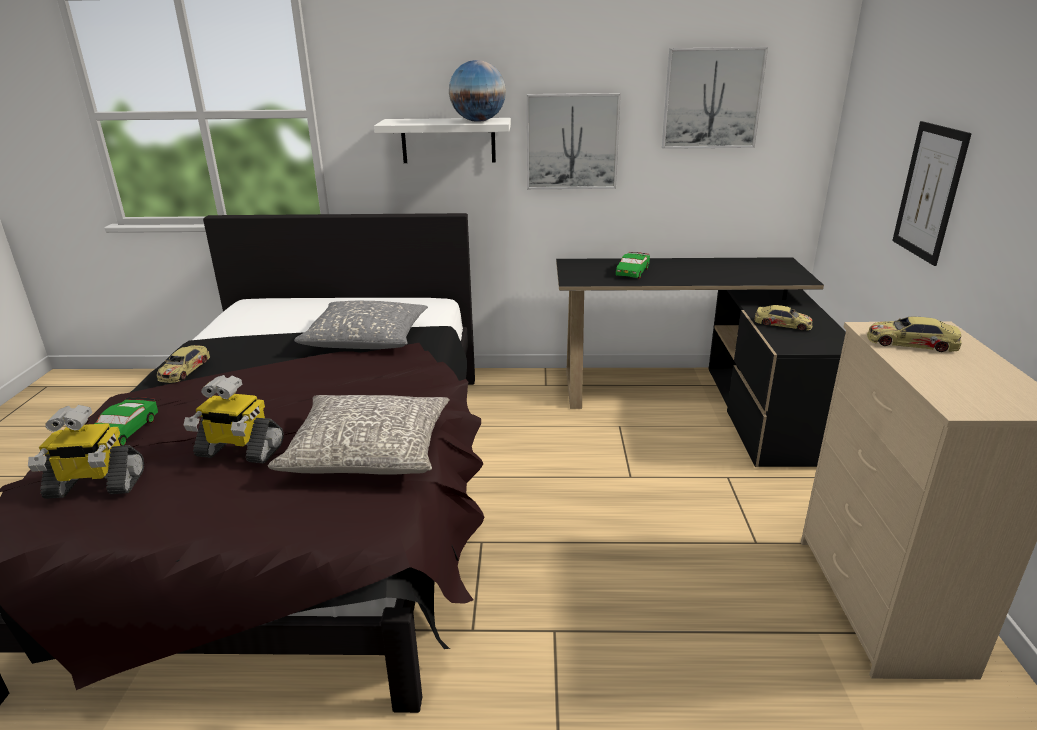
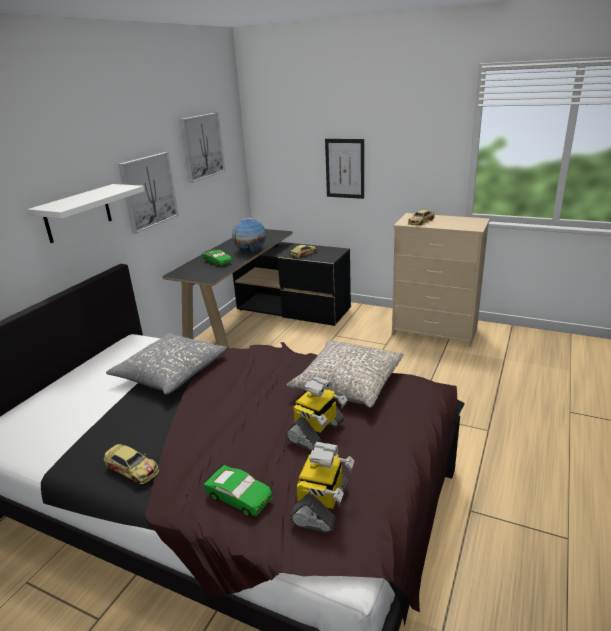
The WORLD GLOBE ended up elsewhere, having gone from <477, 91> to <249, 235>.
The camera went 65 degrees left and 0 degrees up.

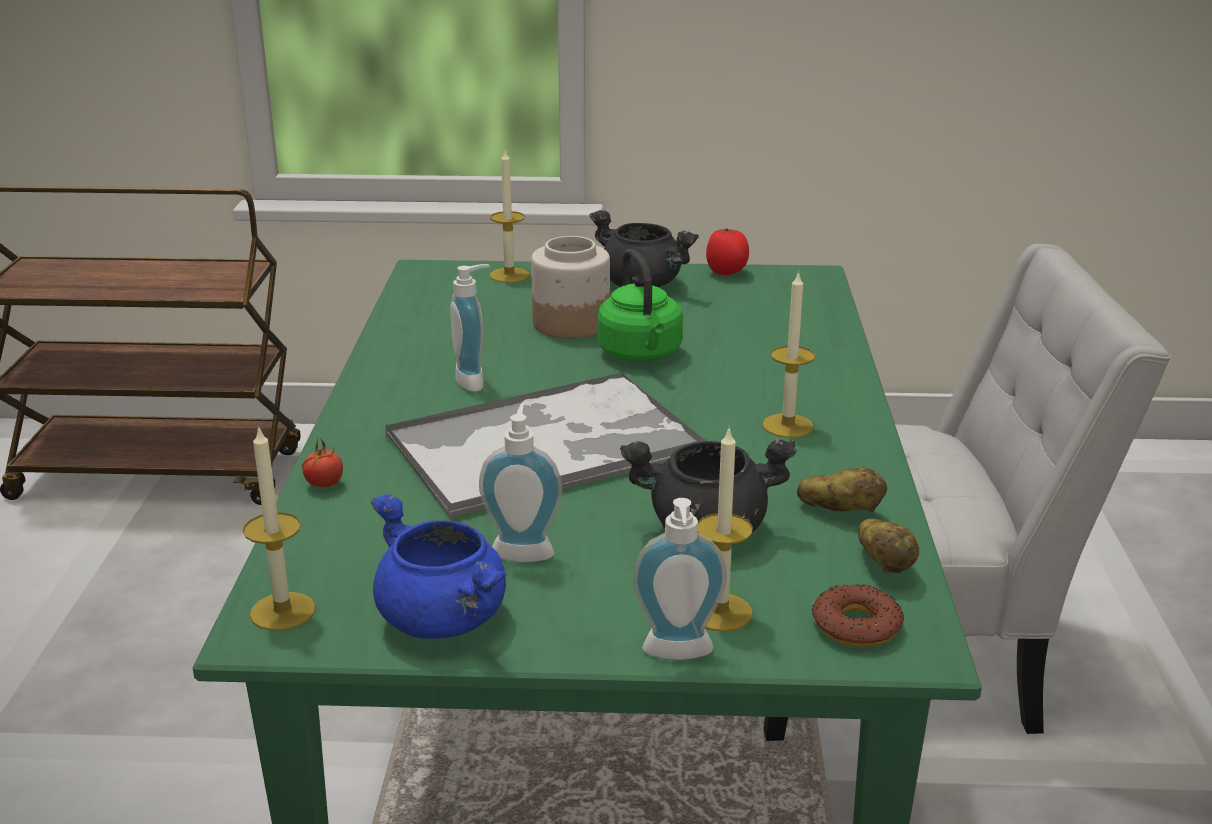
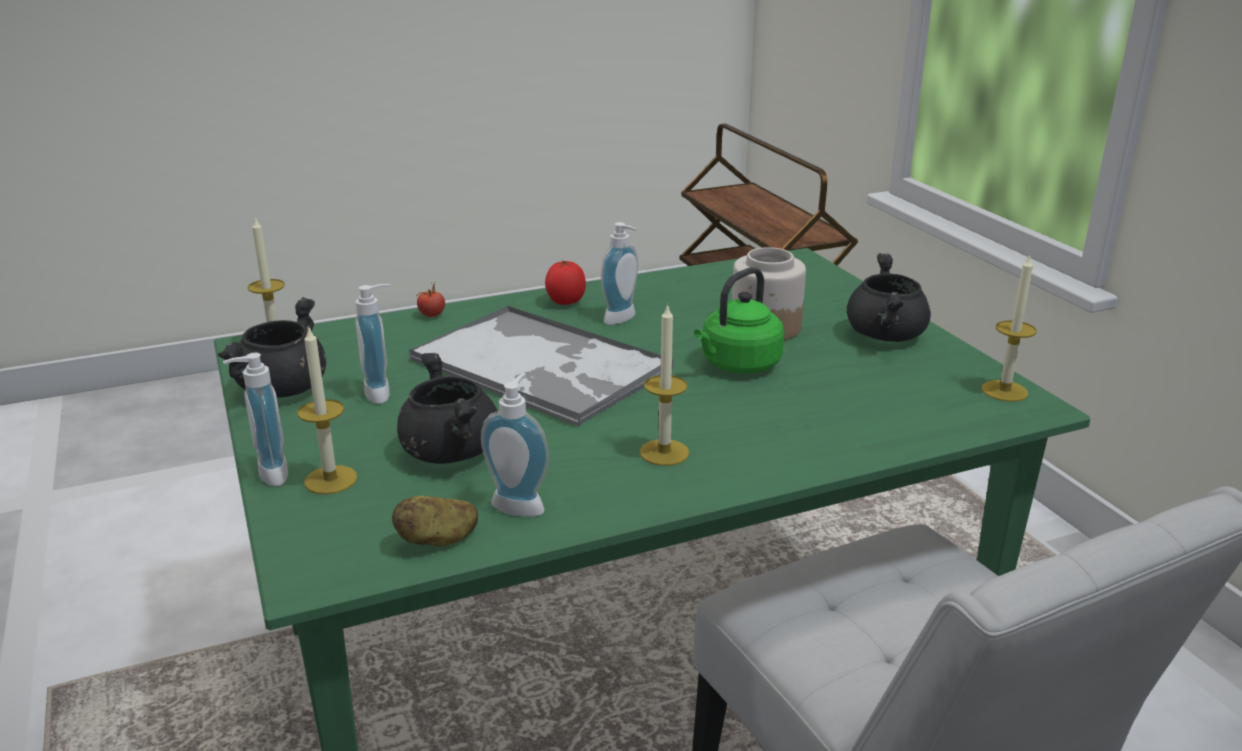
The second view lost the RING DOUGHNUT at <858, 615>.
The WAX CANDLE ended up elsewhere, having gone from <509, 216> to <1009, 328>.
The WHOLE TOMATO ended up elsewhere, having gone from <727, 251> to <565, 282>.
Where the SPUD stood at <842, 489>, the LIQUID SOAP BOTTLE came to stand at <515, 445>.
What was the BLUE COOKING POT at <438, 566> turned into the BLACK-COLOURED COOKING POT at <272, 347>.
The camera went 65 degrees right and 0 degrees up.

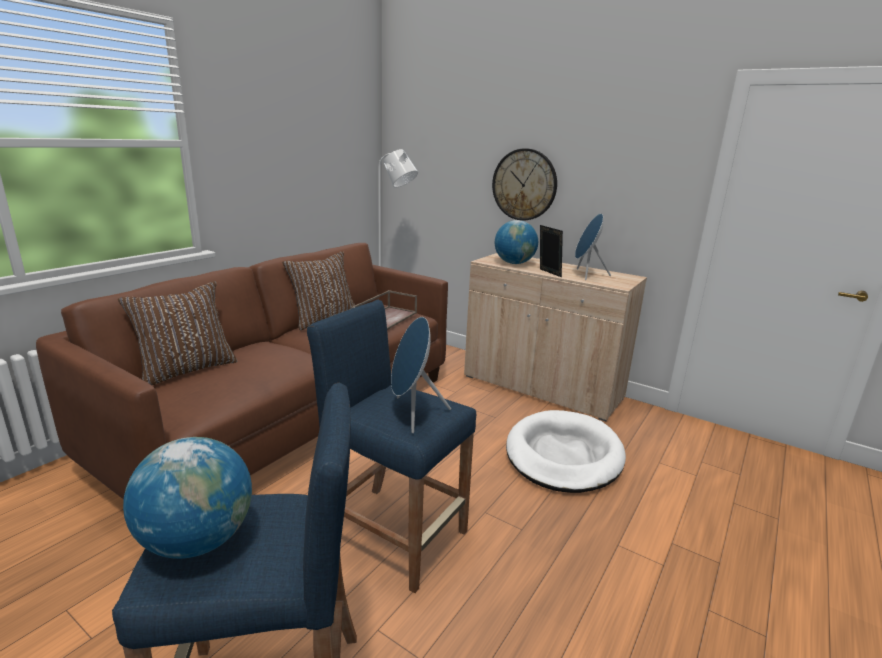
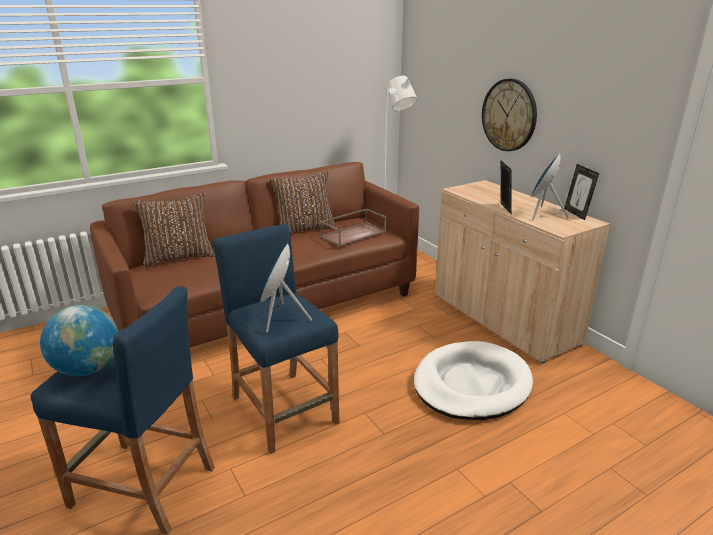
The second view lost the WORLD GLOBE at <516, 242>.
The second view gained the PHOTO FRAME at <581, 192>.
The camera went 25 degrees right and 5 degrees up.

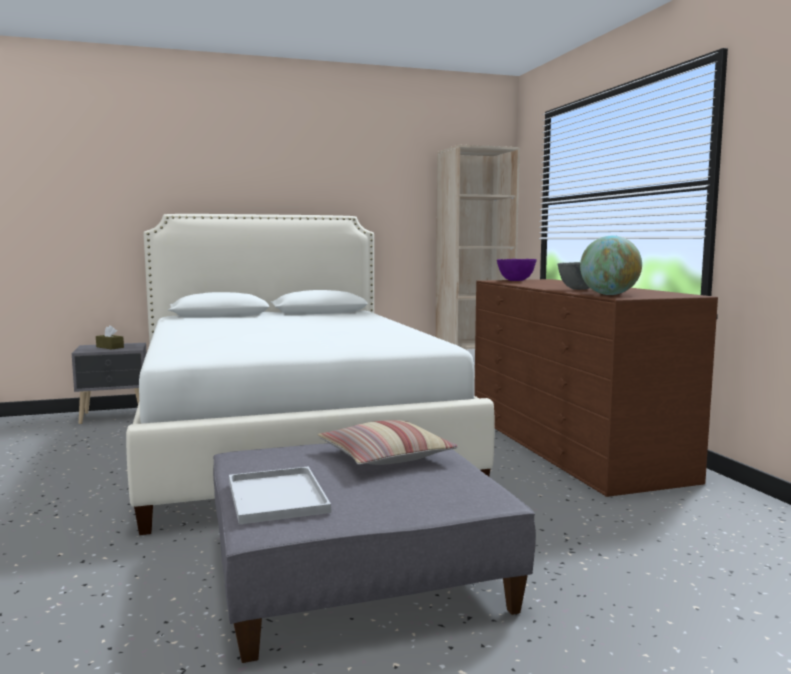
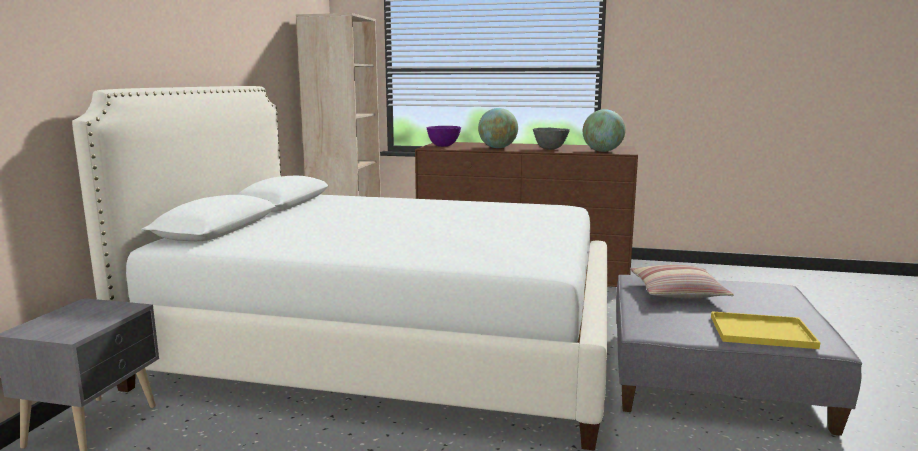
The second view lost the BROWN BOX OF TISSUES at <110, 337>.
The second view gained the WORLD GLOBE at <498, 128>.
What was the WHITISH CARRYING TRAY at <280, 495> turned into the YELLOWISH CARRYING TRAY at <765, 330>.
The camera went 60 degrees left and 5 degrees up.

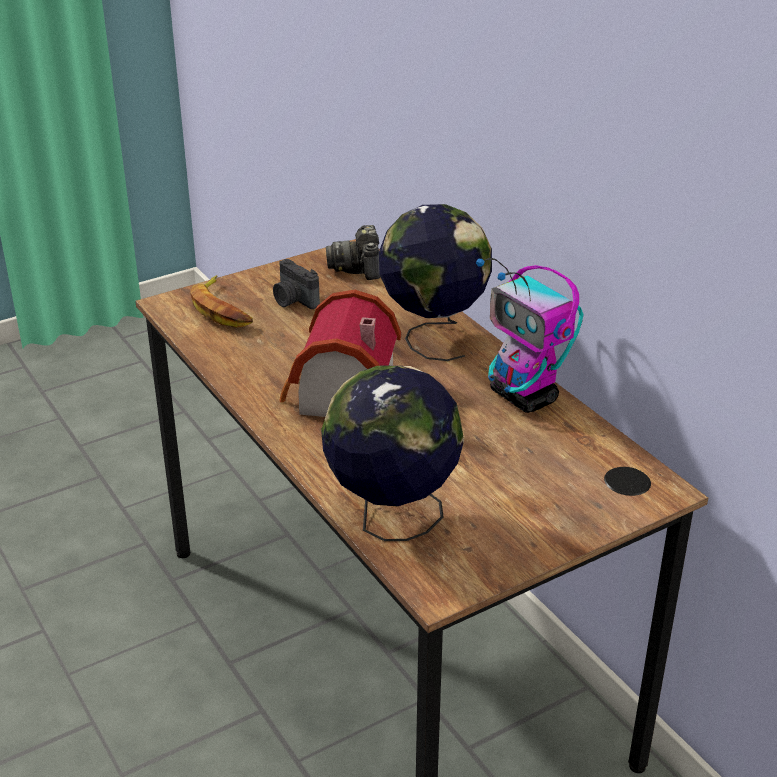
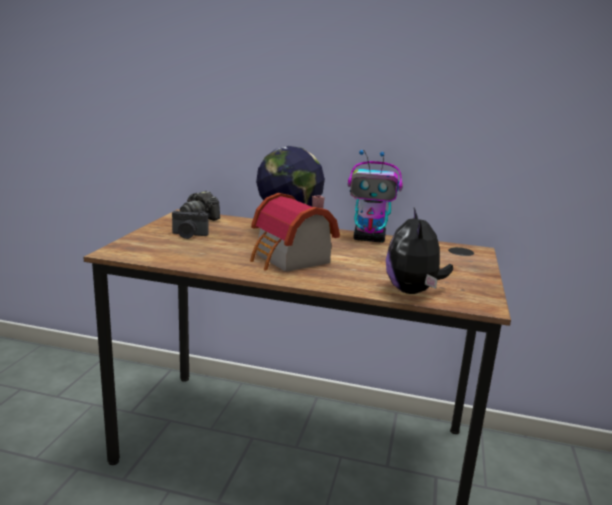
The second view lost the BANANA at <221, 301>.
Where the WORLD GLOBE stood at <392, 453>, the CUDDLY TOY came to stand at <419, 251>.
The camera went 45 degrees left and 15 degrees down.

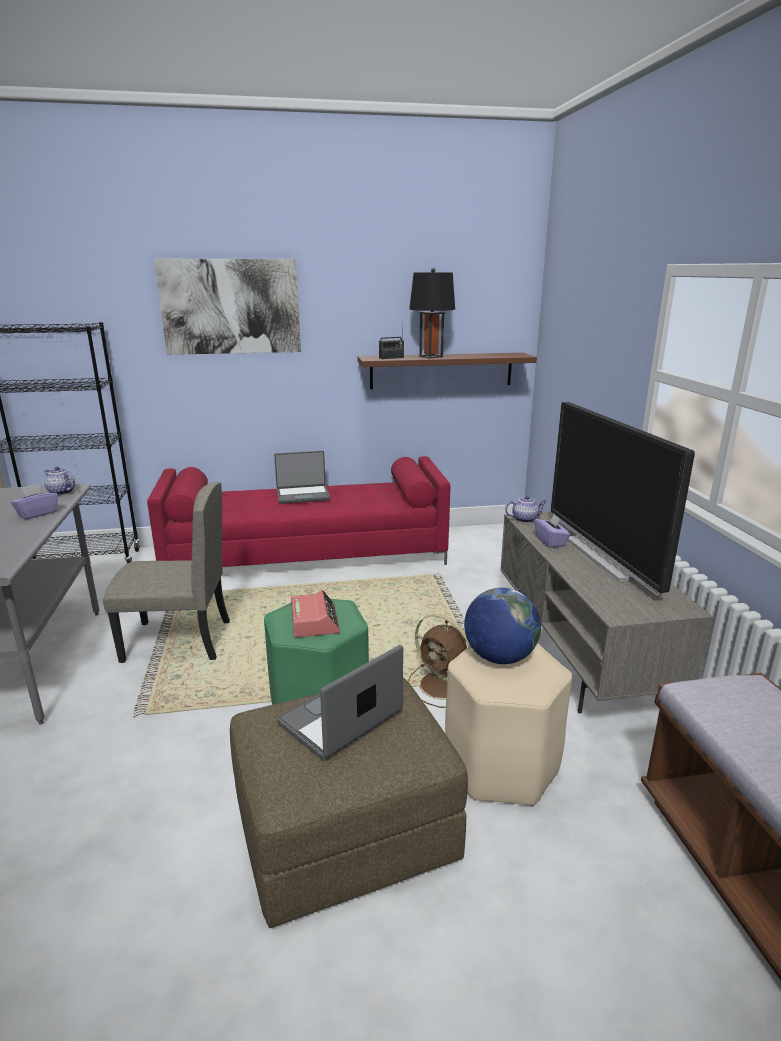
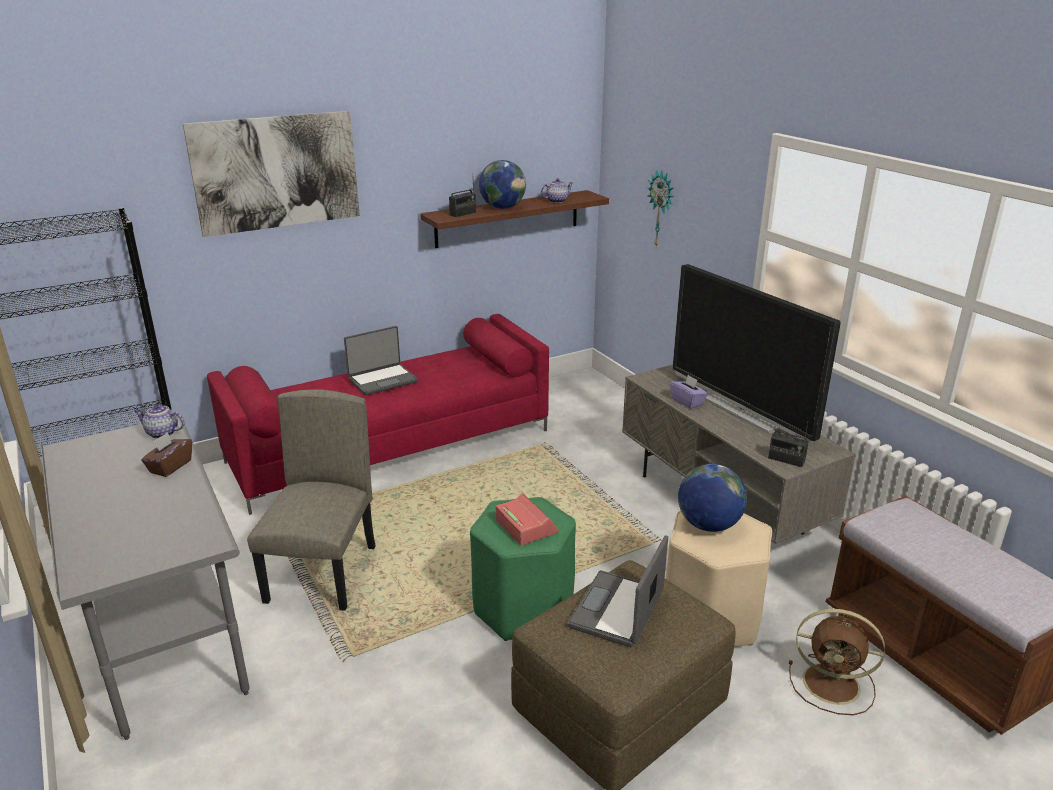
The second view gained the WALL CLOCK at <660, 208>.
The second view gained the RADIO SET at <788, 445>.
The BROWN ELECTRIC FAN ended up elsewhere, having gone from <439, 661> to <837, 662>.
The TEAPOT ended up elsewhere, having gone from <525, 509> to <557, 190>.
Where the BLACK-COLOURED TABLE LAMP stood at <432, 313>, the WORLD GLOBE came to stand at <502, 184>.
What was the PURPLE-COLOURED BOX OF TISSUES at <34, 502> turned into the BROWN BOX OF TISSUES at <166, 454>.
The SAND-COLOURED CHAIR at <166, 572> ended up facing another way, 60 degrees counterclockwise from before.
The camera went 20 degrees left and 5 degrees up.

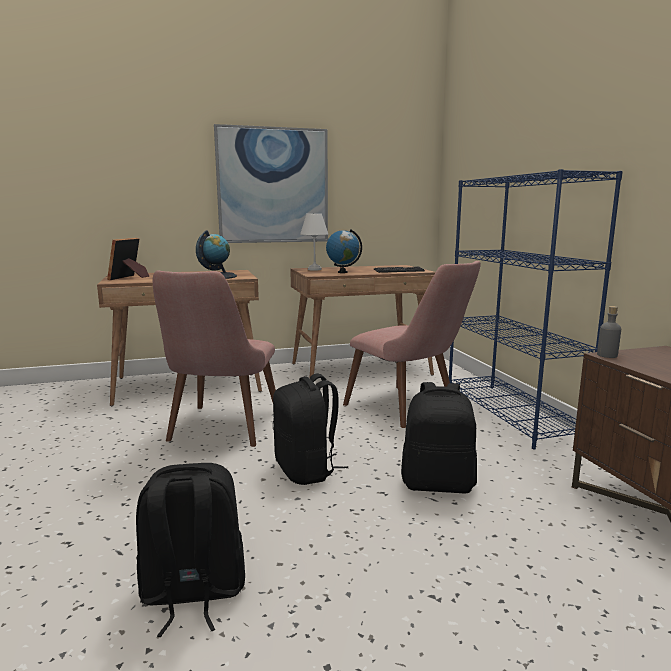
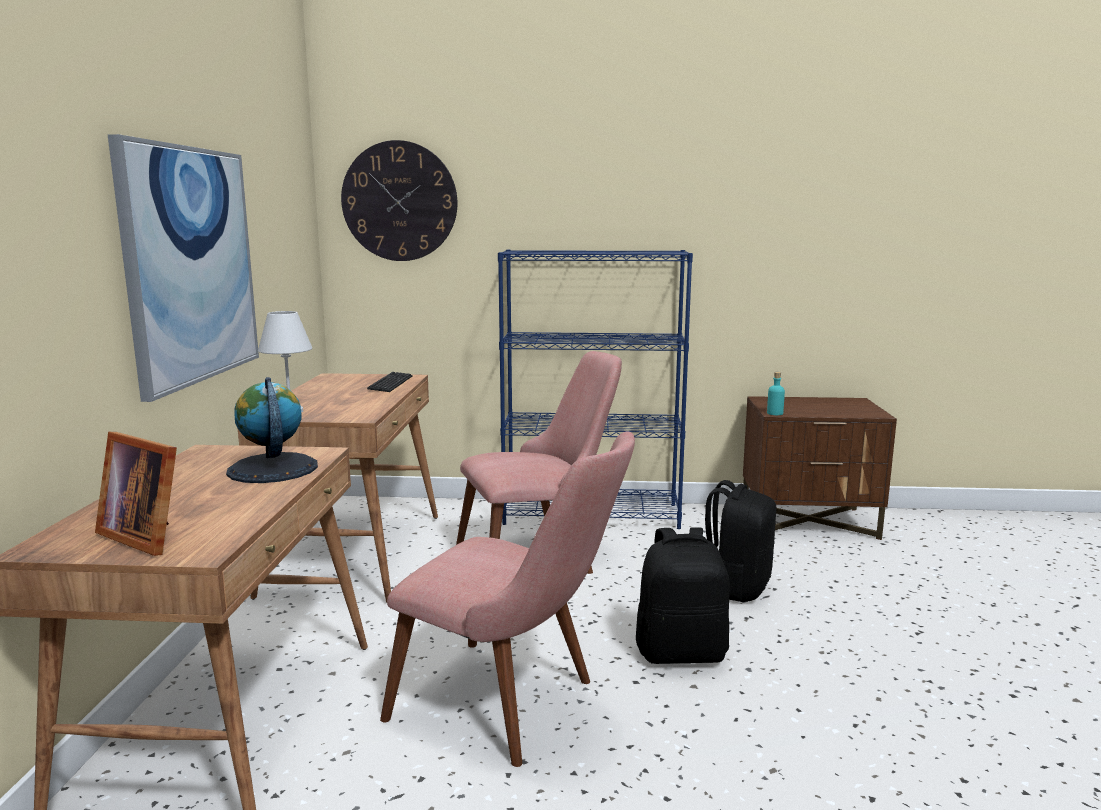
The second view lost the BLACK-COLOURED KNAPSACK at <190, 550>.
The second view lost the WORLD GLOBE at <344, 251>.
The second view gained the WALL CLOCK at <399, 200>.
What was the GRAY DRINK BOTTLE at <609, 332> turned into the TURQUOISE DRINK BOTTLE at <776, 393>.
The camera went 70 degrees left and 0 degrees up.

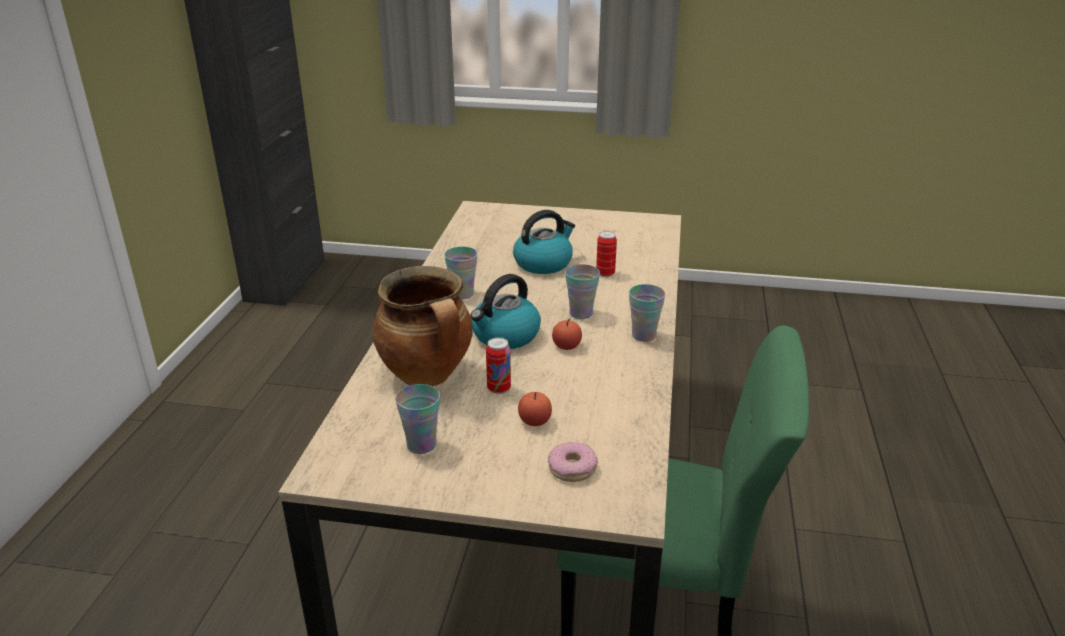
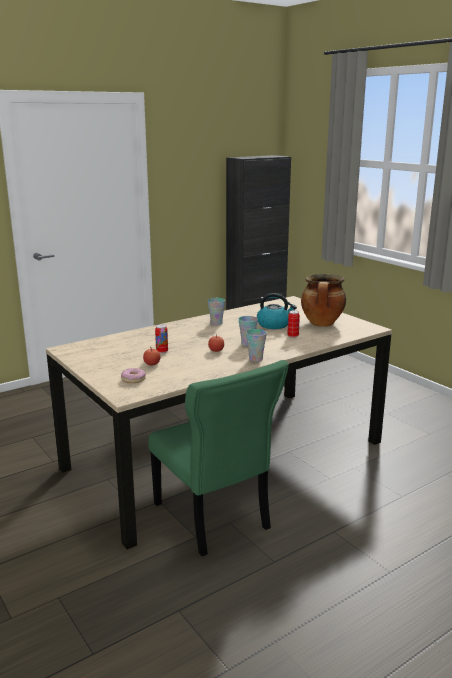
The second view lost the SMALL CUP at <418, 419>.
The second view lost the KETTLE at <505, 311>.
The COOKING POT ended up elsewhere, having gone from <422, 326> to <323, 300>.
The camera went 45 degrees right and 10 degrees down.

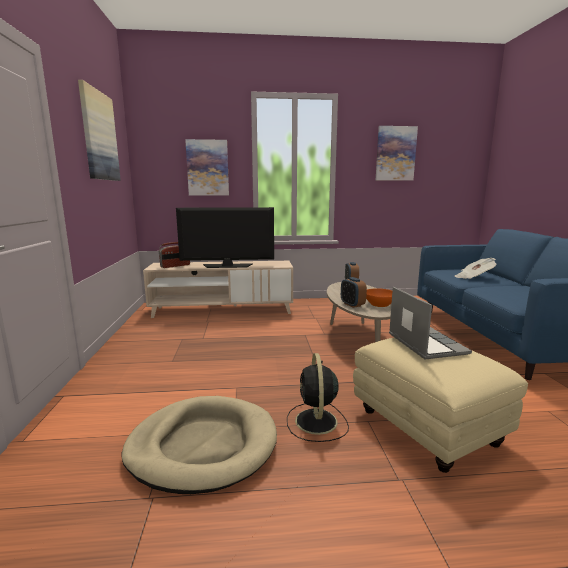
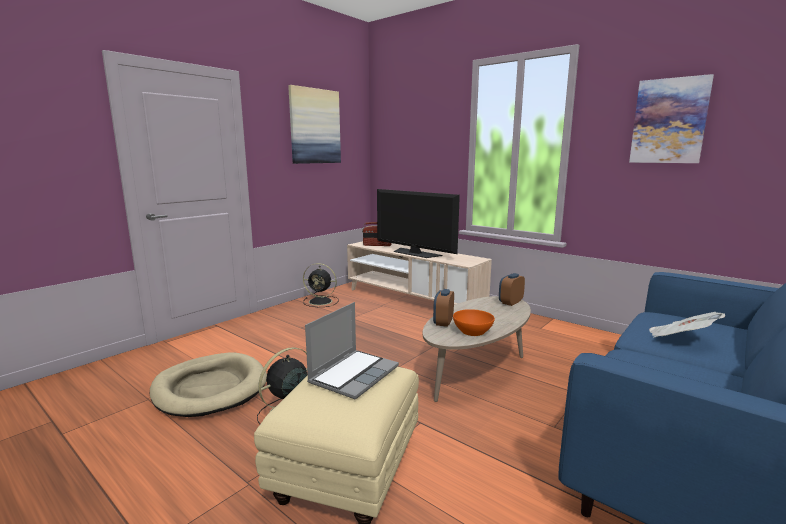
The second view lost the PICTURE at <207, 167>.
The second view gained the BLACK-COLOURED ELECTRIC FAN at <321, 285>.
The camera went 45 degrees right and 0 degrees up.

